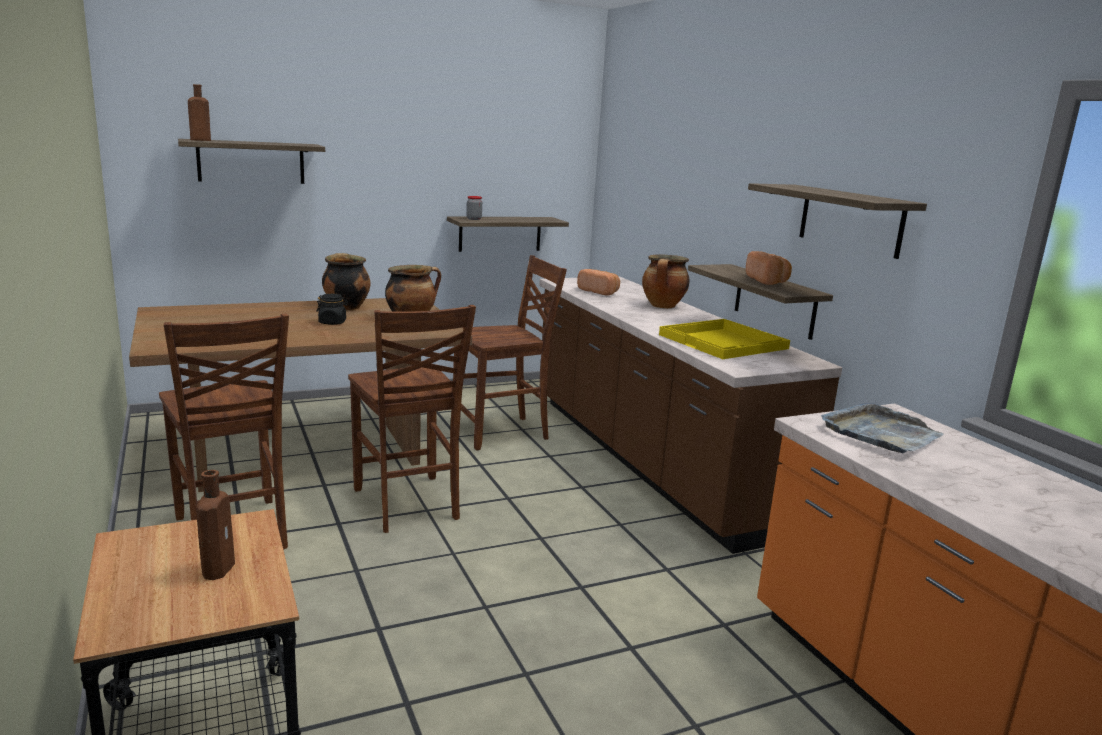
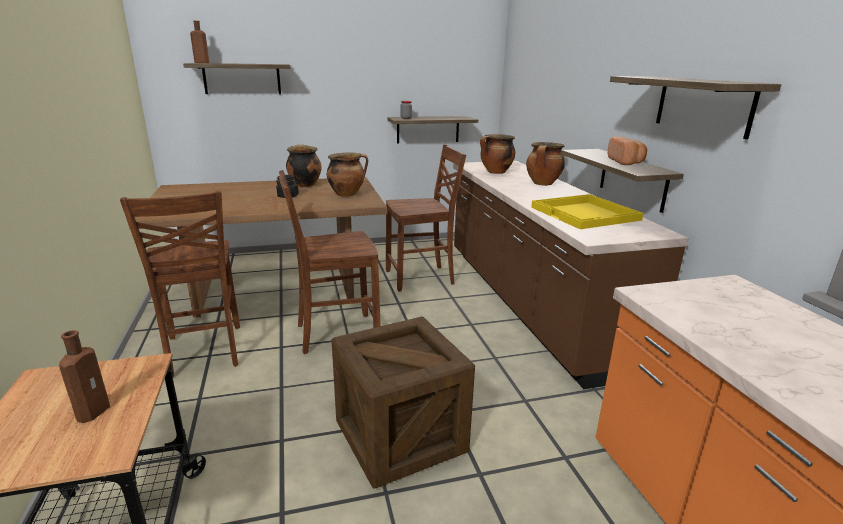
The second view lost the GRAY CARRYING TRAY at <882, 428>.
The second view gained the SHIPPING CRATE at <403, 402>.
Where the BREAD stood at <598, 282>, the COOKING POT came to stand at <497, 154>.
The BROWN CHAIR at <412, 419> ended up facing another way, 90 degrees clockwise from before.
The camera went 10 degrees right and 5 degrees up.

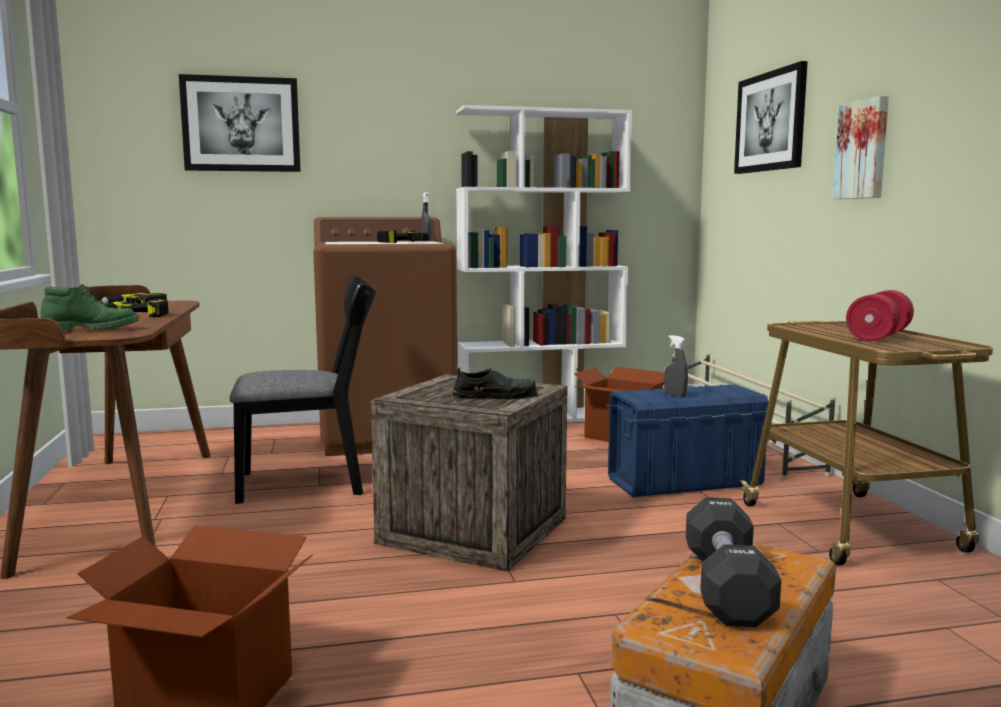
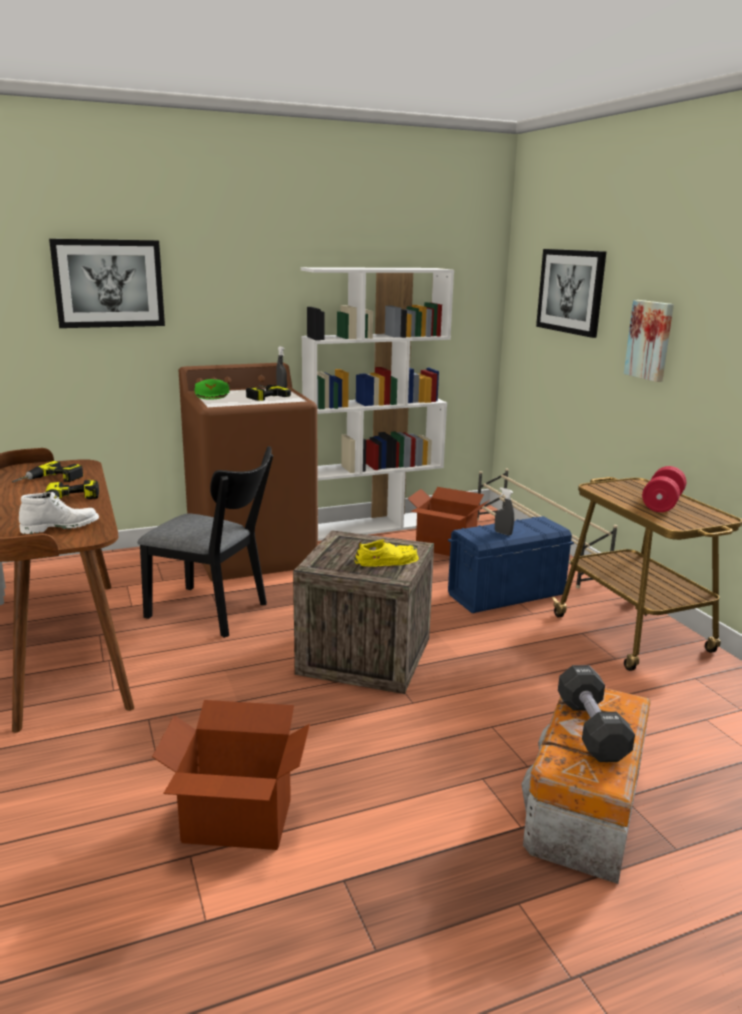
The second view gained the GREENISH PEAKED CAP at <211, 389>.
What was the GREENISH BOOT at <90, 307> turned into the WHITISH BOOT at <59, 513>.
What was the BLACK-COLOURED SHOE at <495, 383> turned into the YELLOWISH SHOE at <386, 553>.
The BLACK-COLOURED CHAIR at <303, 389> ended up facing another way, 45 degrees clockwise from before.
The camera went 10 degrees left and 10 degrees up.

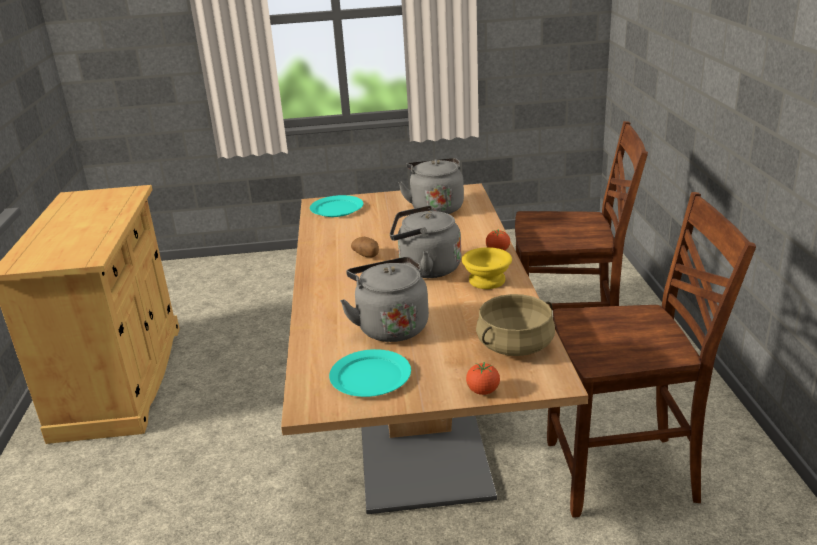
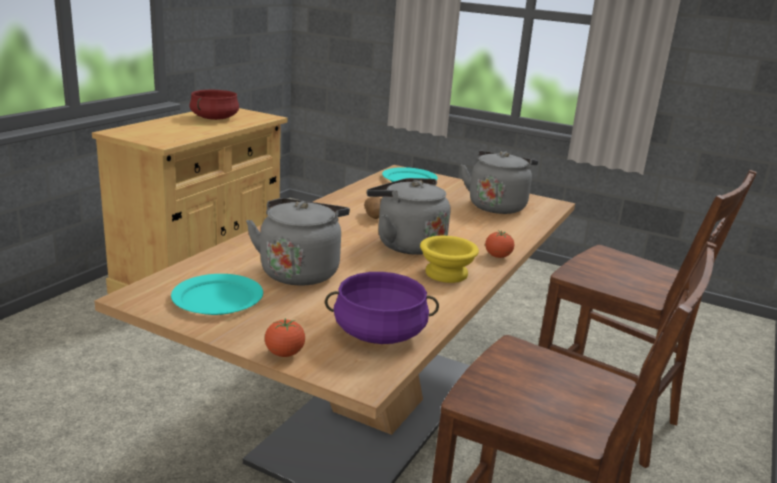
The second view gained the RED-COLOURED COOKING POT at <214, 105>.
What was the SAND-COLOURED COOKING POT at <515, 325> turned into the PURPLE-COLOURED COOKING POT at <382, 308>.
The camera went 30 degrees right and 5 degrees down.

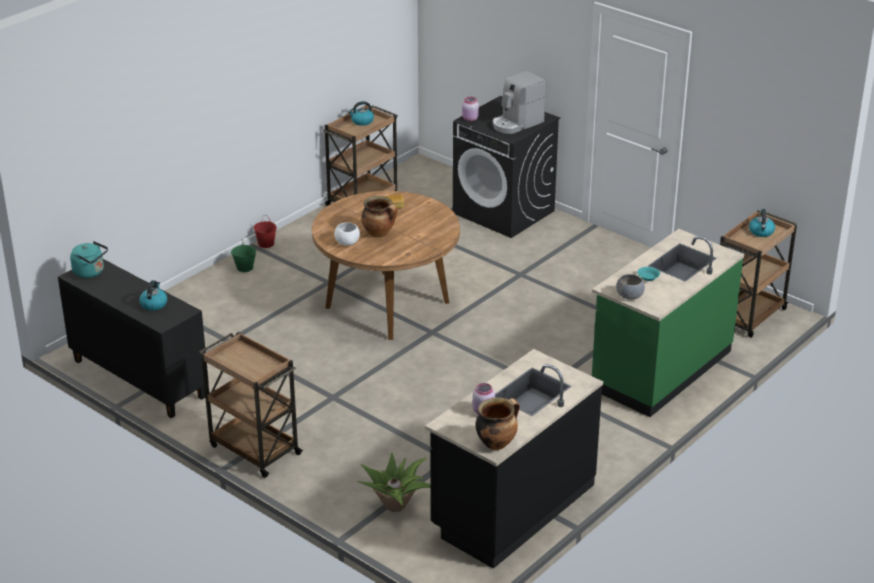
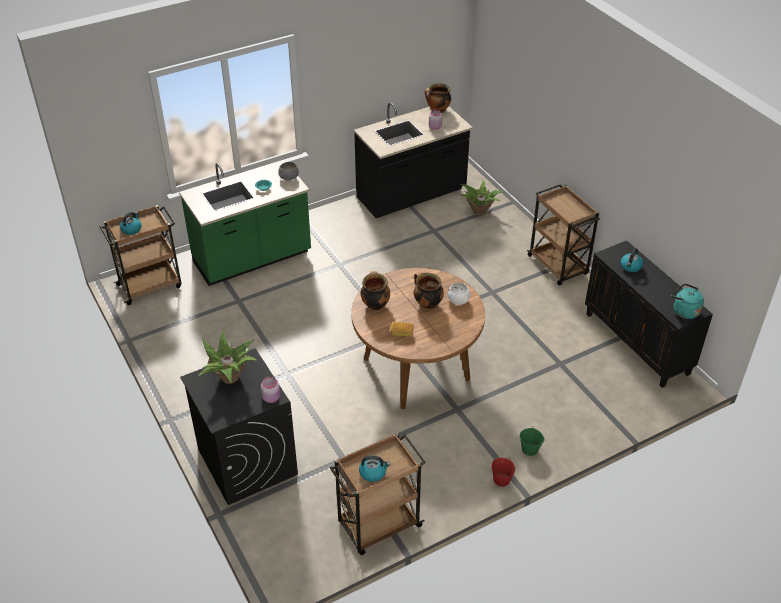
The second view gained the COOKING POT at <375, 291>.
Where the COFFEE BREWER stood at <519, 102>, the PLANT IN A POT came to stand at <227, 357>.
The camera went 160 degrees left and 10 degrees up.

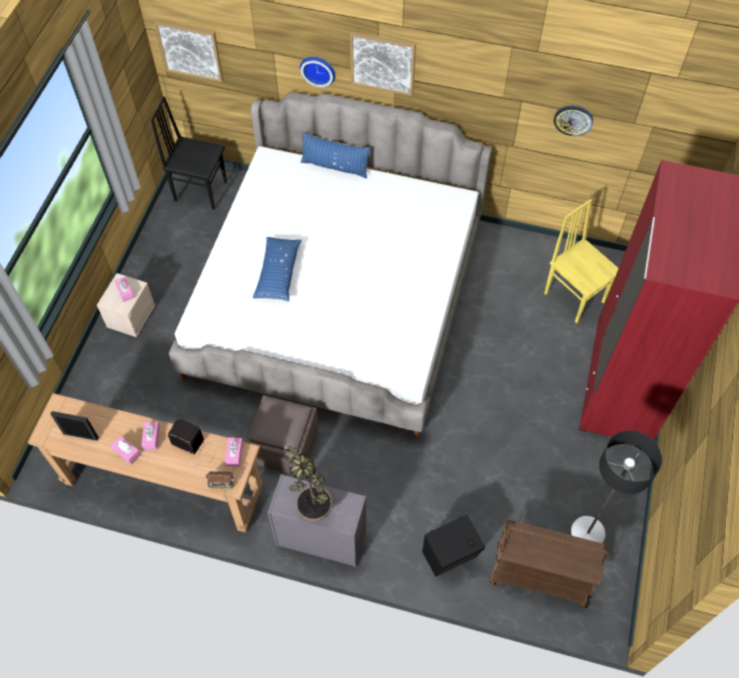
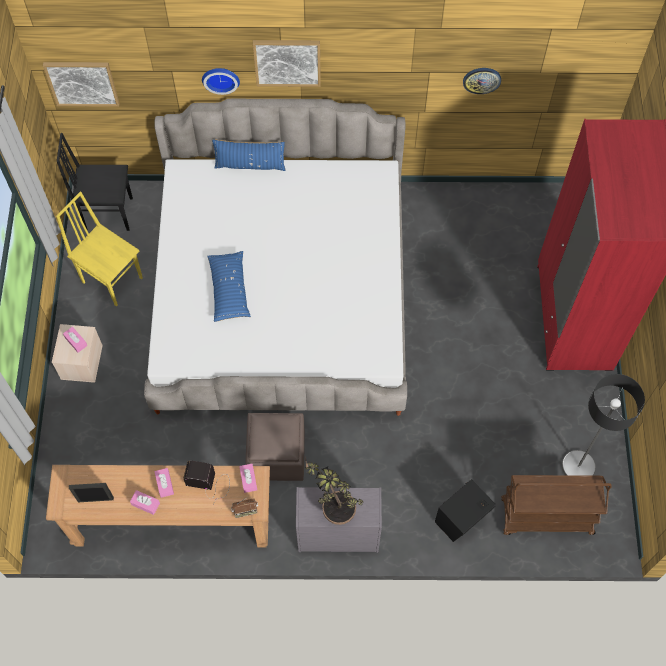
The YELLOWISH CHAIR ended up elsewhere, having gone from <581, 261> to <99, 249>.
The camera went 15 degrees left and 5 degrees up.

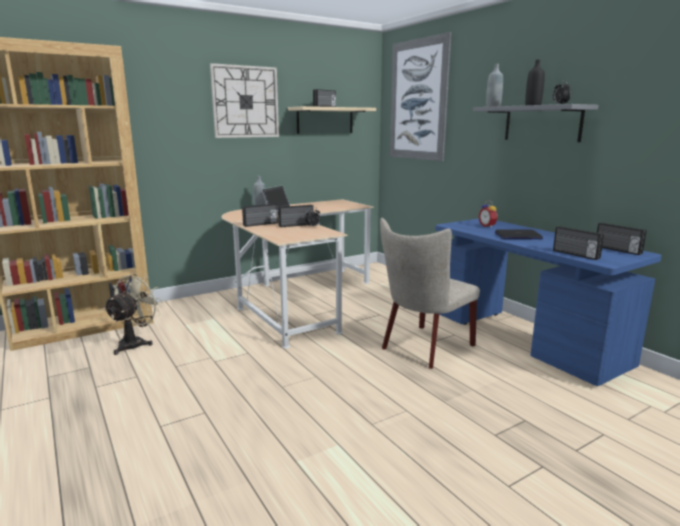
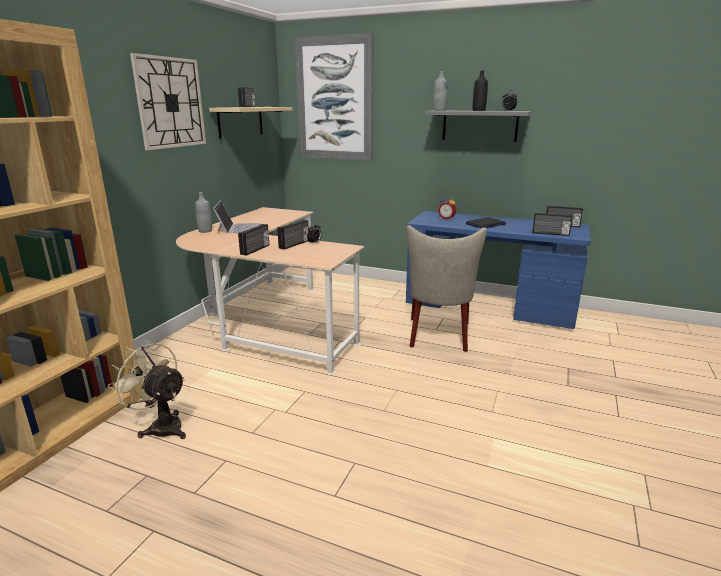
The SAND-COLOURED ELECTRIC FAN at <133, 314> ended up facing another way, 45 degrees counterclockwise from before.
The camera went 35 degrees left and 5 degrees up.

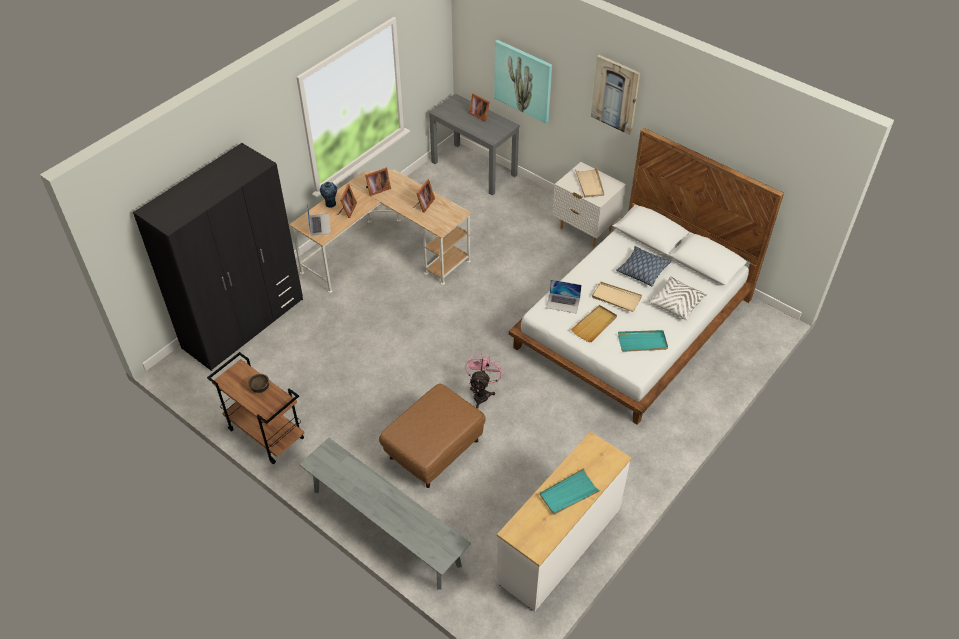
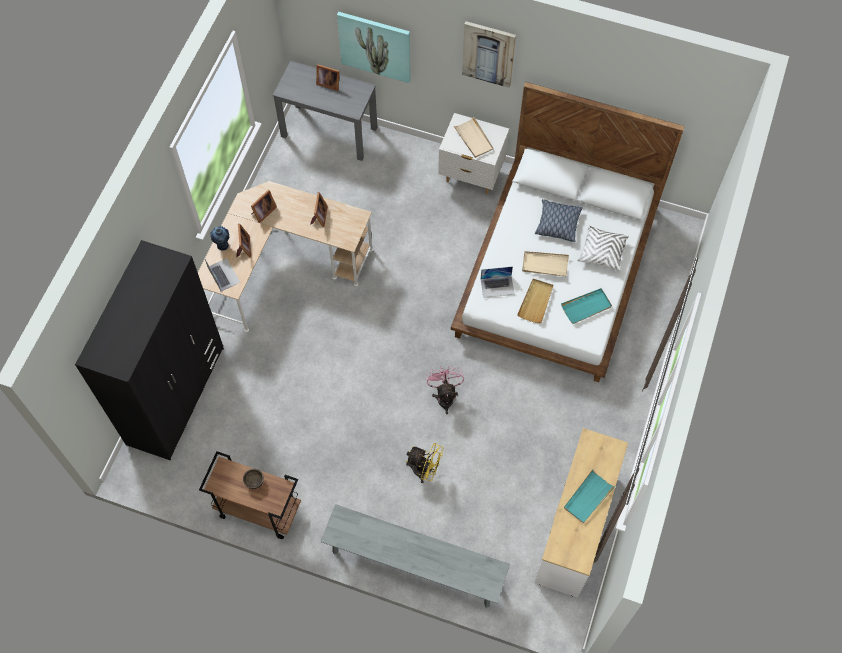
Where the BROWN FOOTREST stood at <432, 436>, the YELLOWISH ELECTRIC FAN came to stand at <425, 463>.
The camera went 20 degrees left and 15 degrees up.

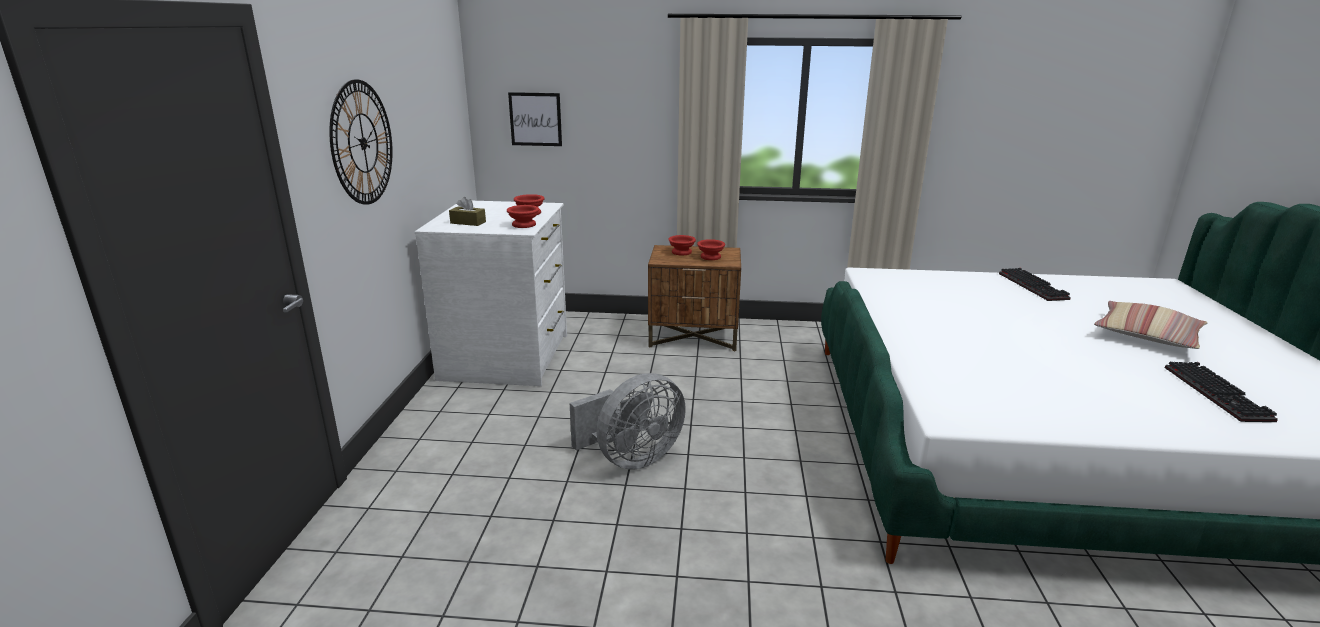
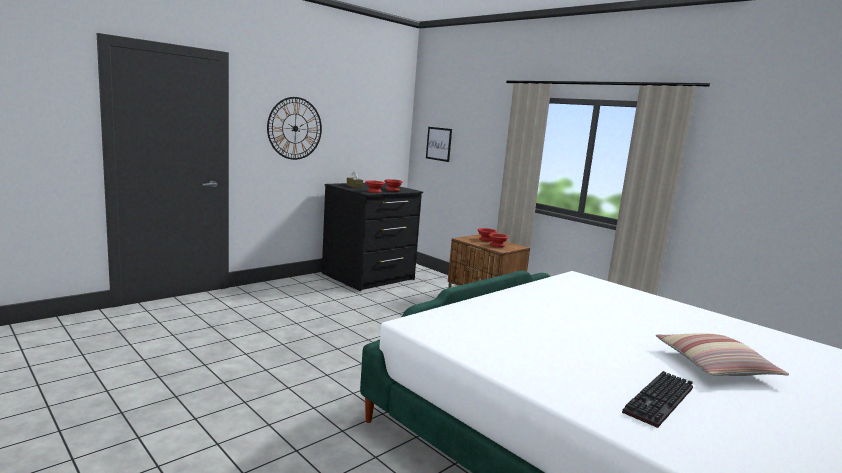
The second view lost the GRAY ELECTRIC FAN at <628, 421>.
The second view lost the KEYBOARD at <1035, 284>.
What was the WHITISH DRAWER CHEST at <491, 293> turned into the BLACK-COLOURED DRAWER CHEST at <372, 237>.
The camera went 40 degrees right and 10 degrees down.

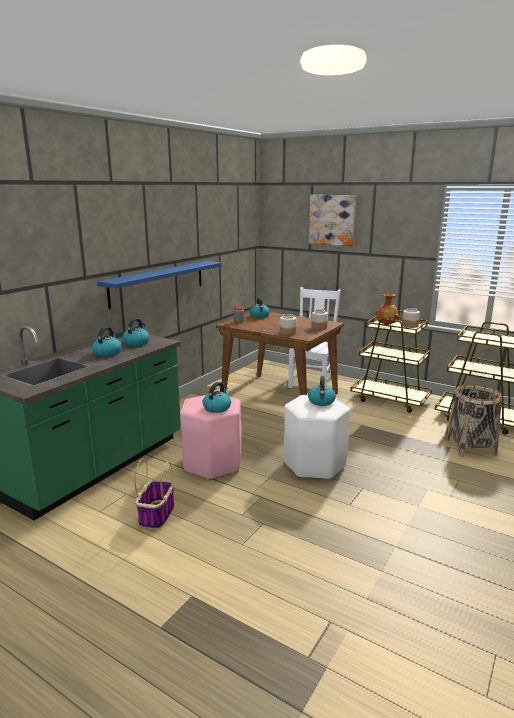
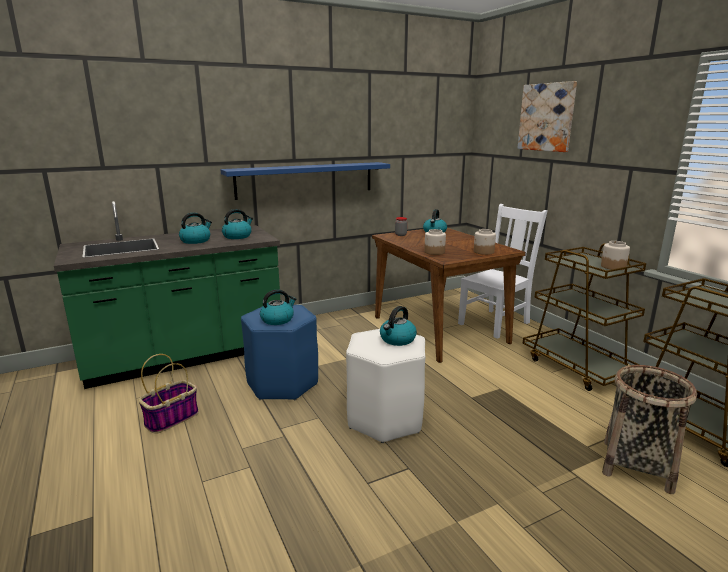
The second view lost the BROWN DECORATIVE VASE at <387, 309>.
What was the PINKISH STOOL SEAT at <211, 437> turned into the BLUE STOOL SEAT at <279, 352>.
The camera went 30 degrees right and 0 degrees up.

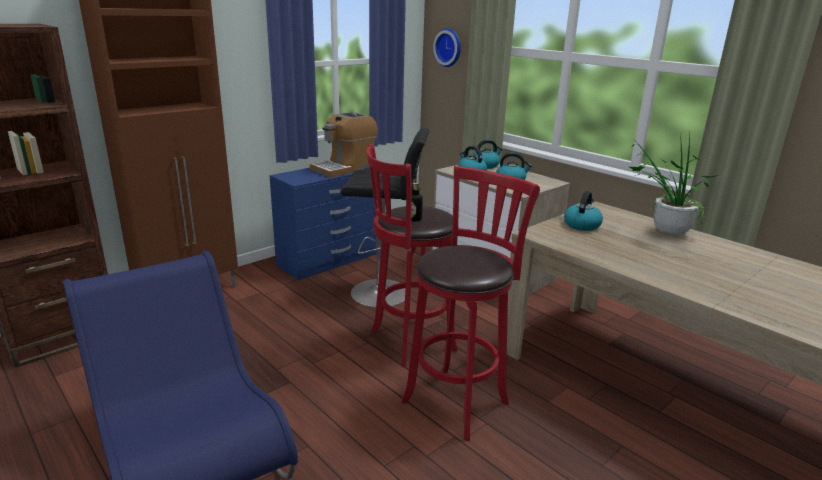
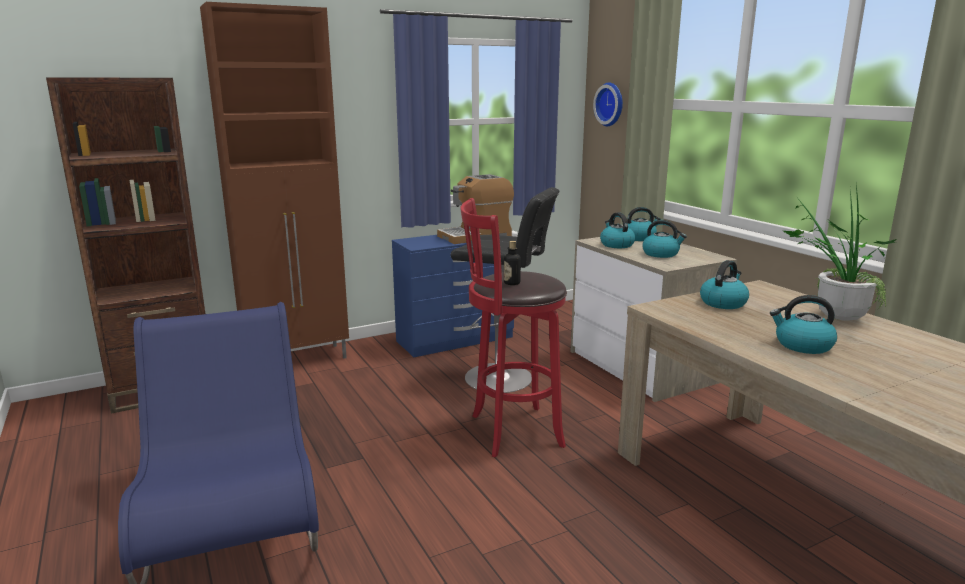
The second view lost the RED-COLOURED STOOL SEAT at <470, 303>.
The second view gained the KETTLE at <803, 324>.
The camera went 15 degrees right and 5 degrees down.

